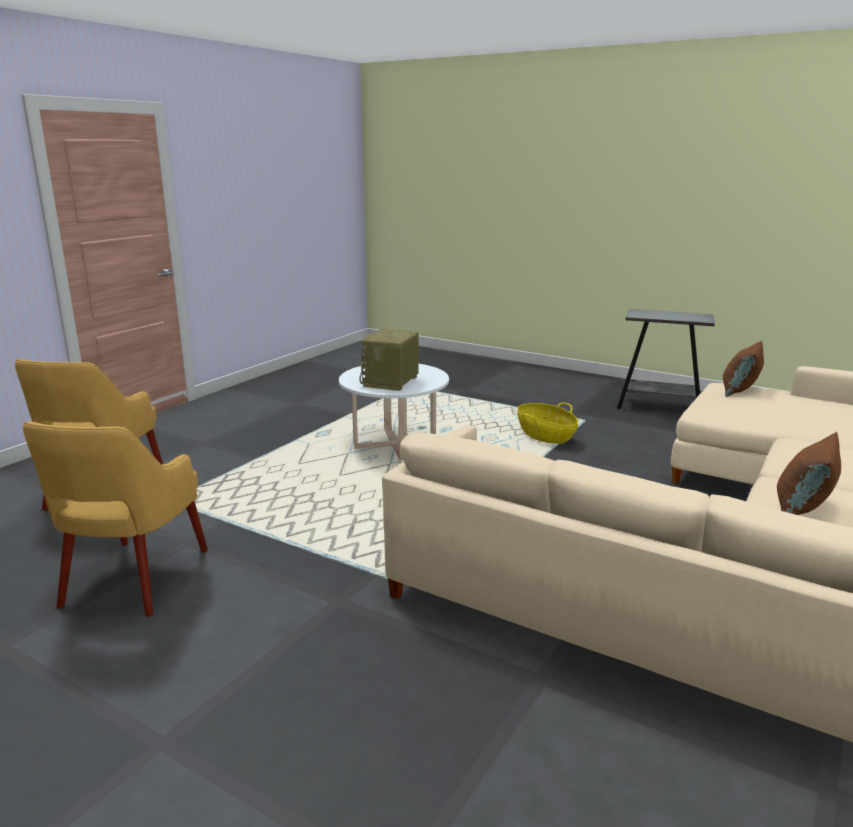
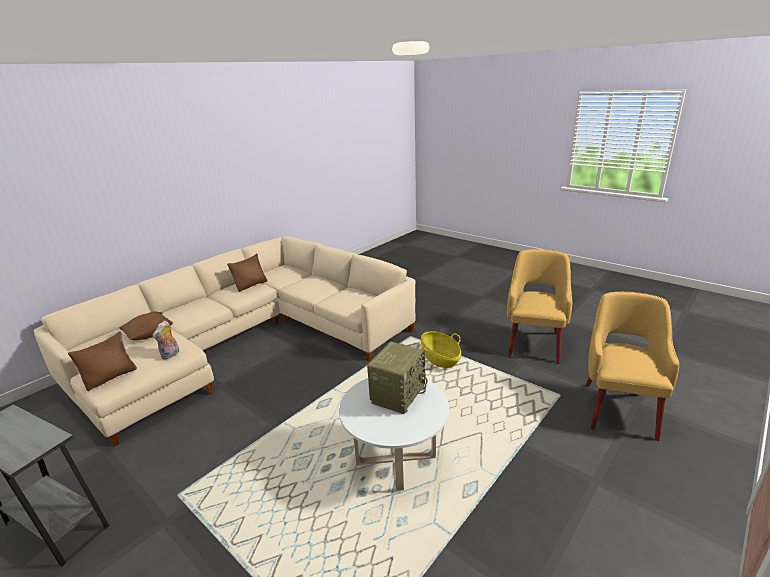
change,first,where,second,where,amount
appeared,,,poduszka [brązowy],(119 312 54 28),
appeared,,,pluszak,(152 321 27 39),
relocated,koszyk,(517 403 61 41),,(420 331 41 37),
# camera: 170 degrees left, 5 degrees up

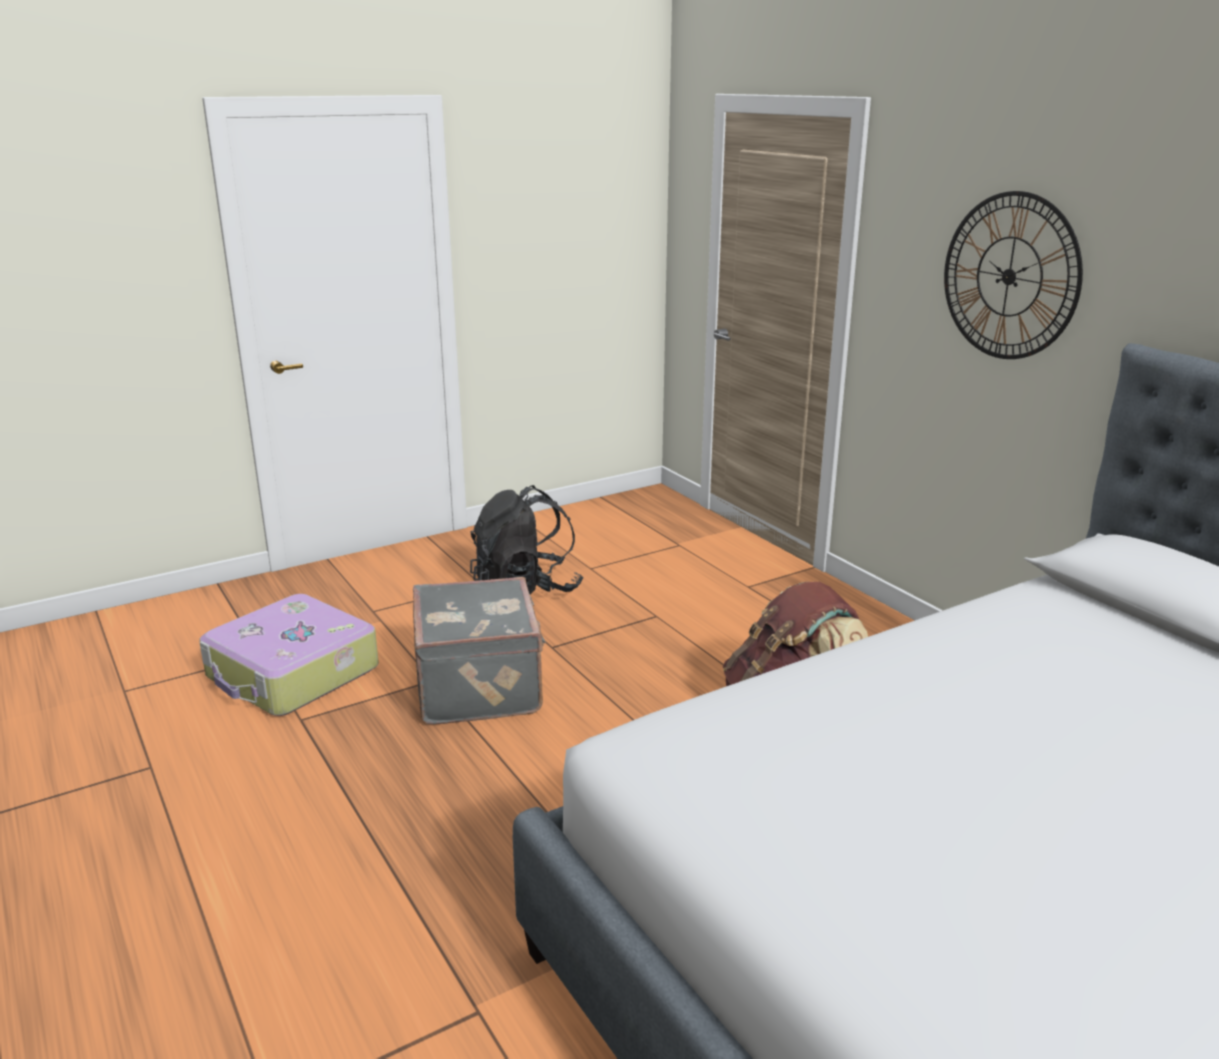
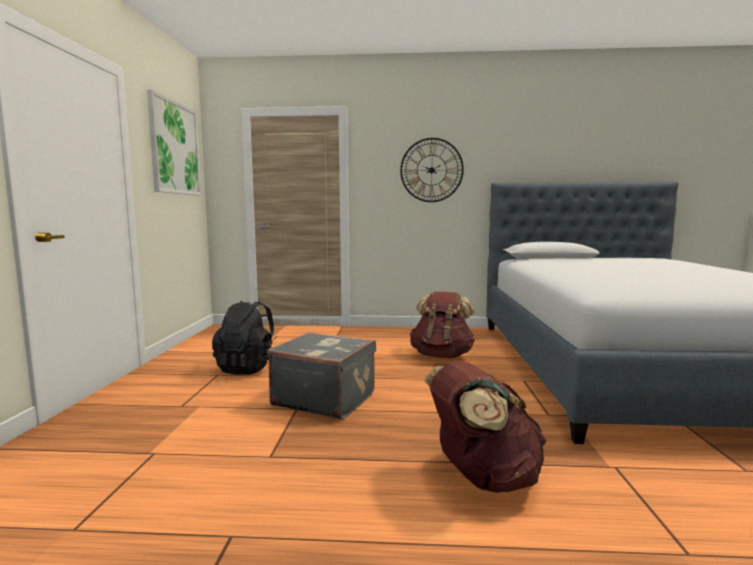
change,first,where,second,where,amount
missing,walizka,(199 594 180 122),,,
appeared,,,obraz,(147 89 55 107),
appeared,,,plecak [brązowy],(424 361 123 132),
# camera: 55 degrees left, 15 degrees down

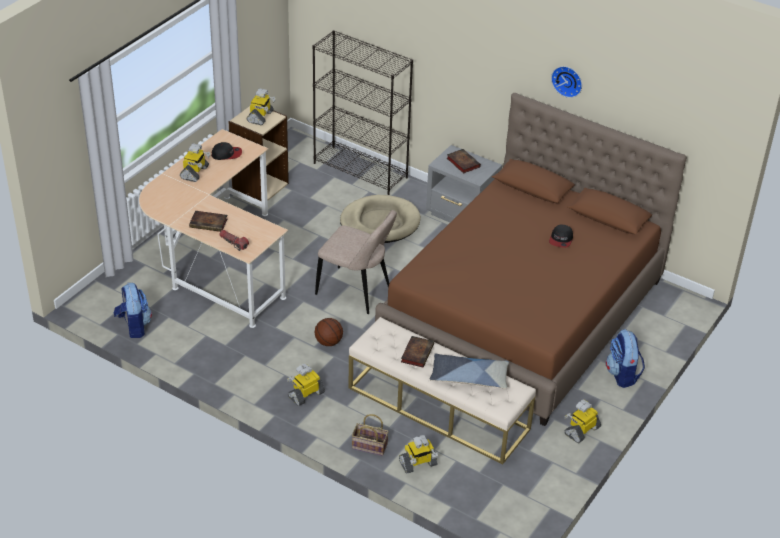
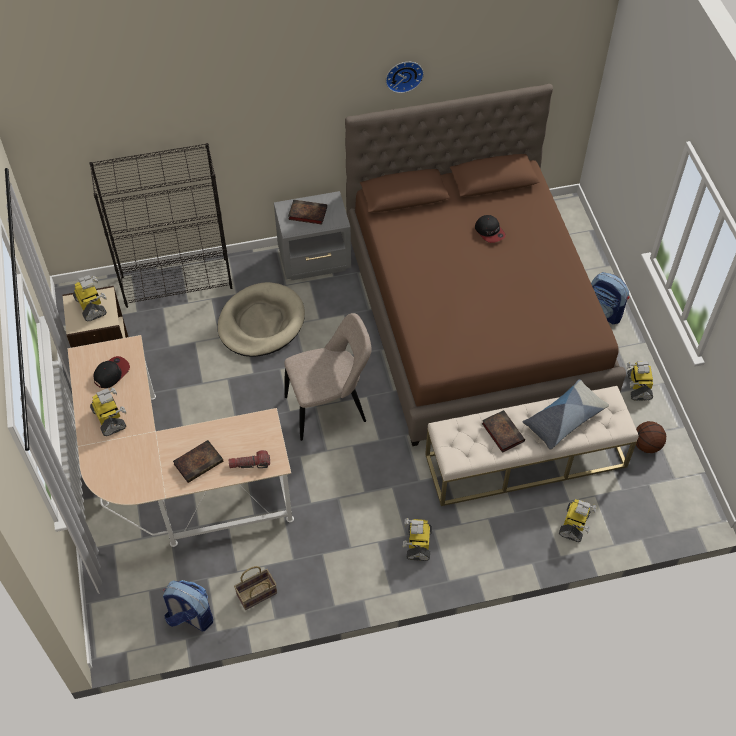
change,first,where,second,where,amount
relocated,piłka do koszykówki,(314 318 29 28),,(636 421 30 32),
relocated,koszyk,(352 414 37 42),,(234 566 43 44),
# camera: 45 degrees left, 15 degrees up

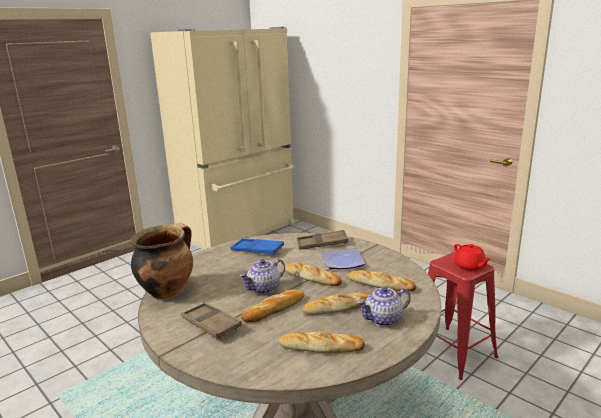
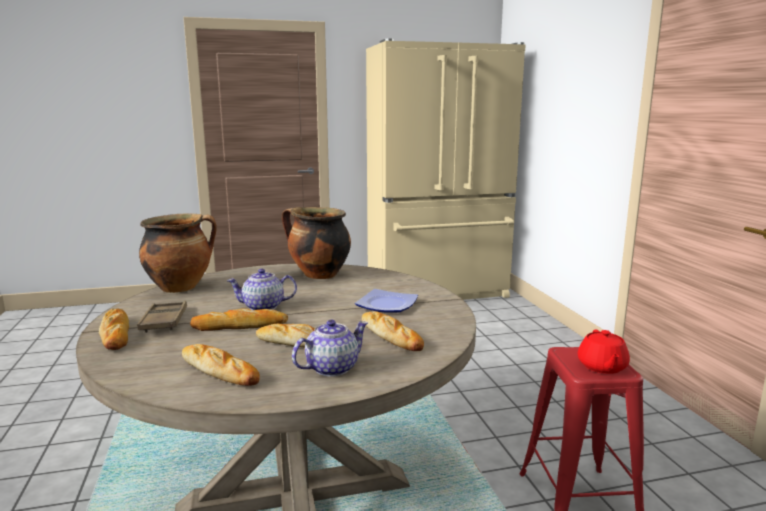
change,first,where,second,where,amount
missing,taca [brązowy],(297 230 51 20),,,
relocated,chleb,(285 263 57 23),,(99 308 30 42),
exchanged,taca [niebieski],(230 238 54 17),garnek,(282 207 69 72),
spun,imbryk,(357 287 54 39),,(292 320 76 57),135 degrees clockwise
# camera: 30 degrees right, 5 degrees down

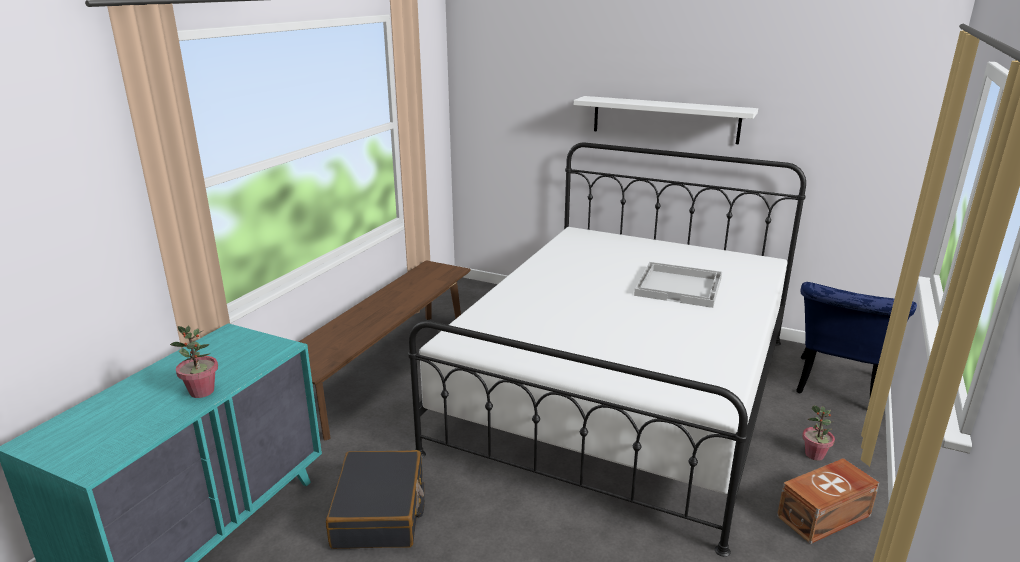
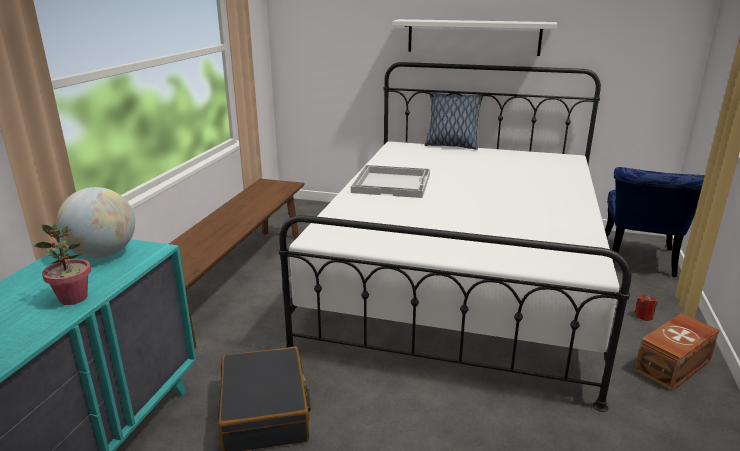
change,first,where,second,where,amount
appeared,,,globus,(56 187 79 71),
appeared,,,poduszka,(425 92 58 58),
relocated,taca [biały],(634 262 88 46),,(351 165 79 33),
exchanged,roślina doniczkowa,(802 405 33 56),świeca [czerwony],(634 294 23 27),
# camera: 10 degrees left, 0 degrees up

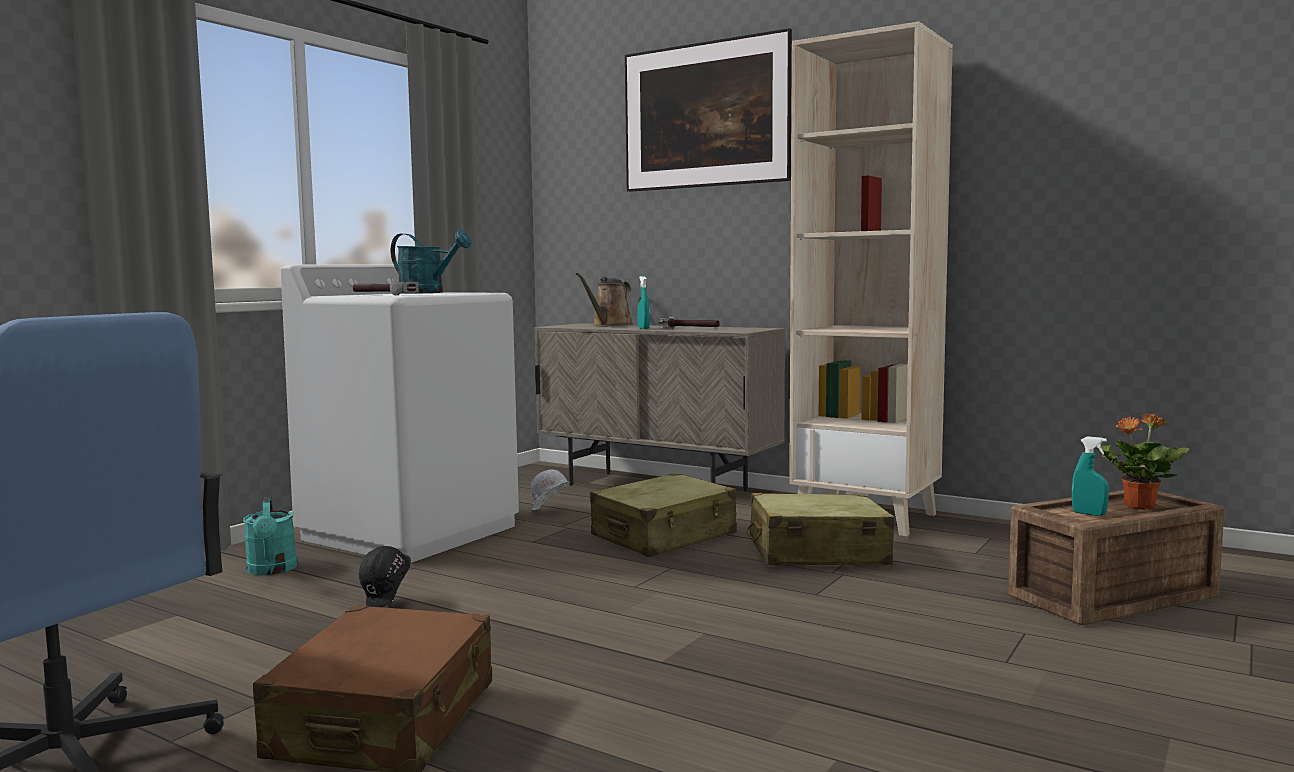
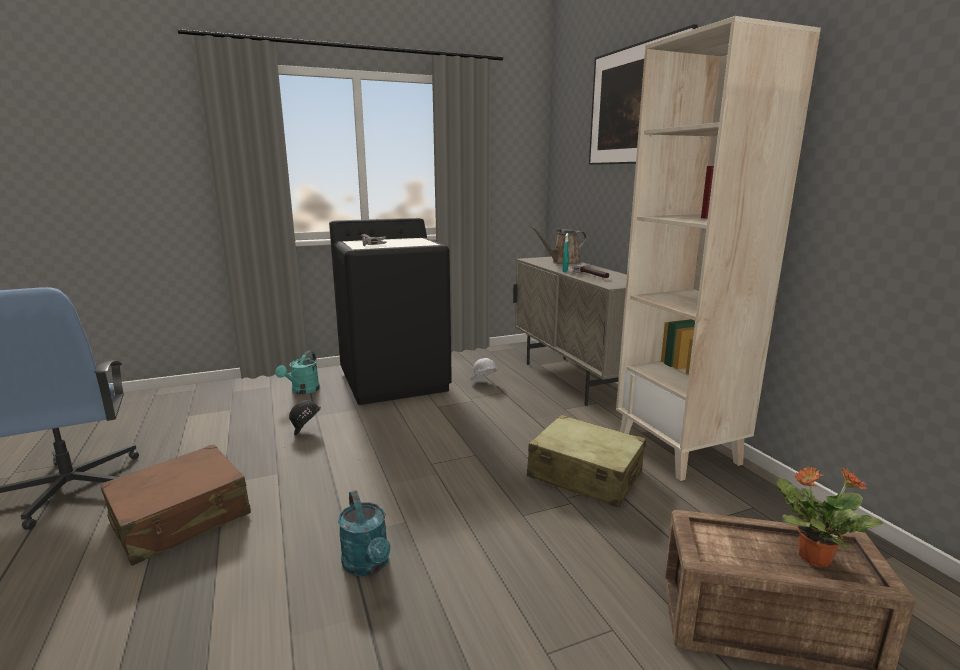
change,first,where,second,where,amount
missing,walizka [beżowy],(590 473 147 84),,,
missing,spryskiwacz [turkusowy],(1072 436 37 80),,,
relocated,konewka [turkusowy],(391 230 80 64),,(338 490 53 86),
colour,pralka [biały],(281 264 238 299),pralka [czarny],(329 218 123 187),
# camera: 35 degrees right, 10 degrees up

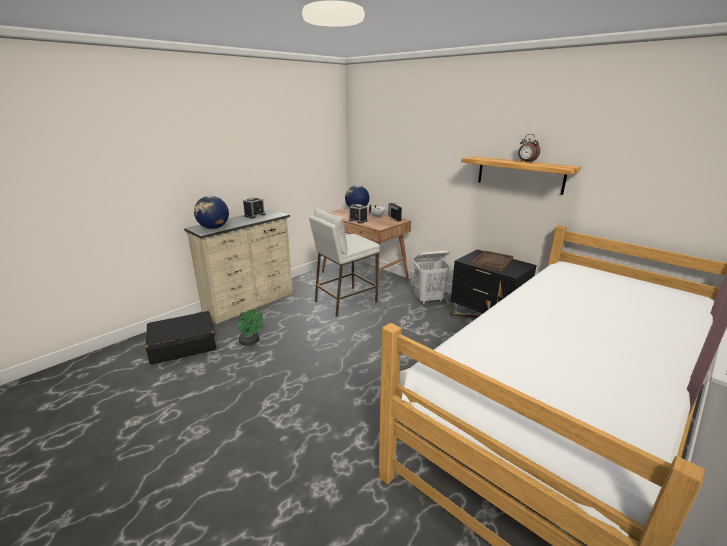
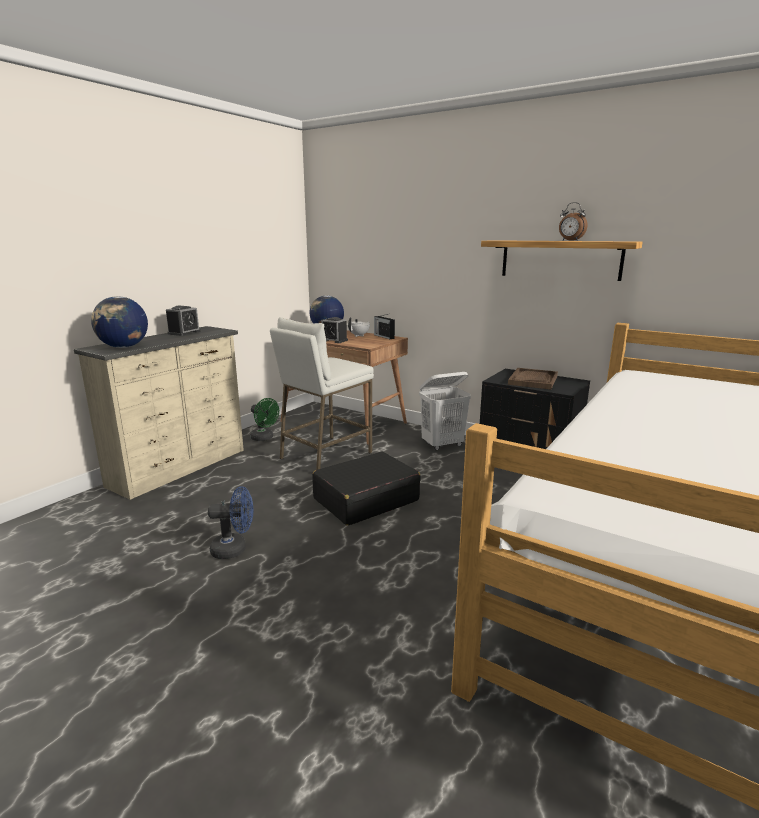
change,first,where,second,where,amount
appeared,,,wentylator [niebieski],(208 486 45 73),
relocated,walizka [czarny],(145 311 71 54),,(312 452 109 74),
relocated,wentylator [zielony],(238 309 26 37),,(250 398 29 43),
# camera: 10 degrees left, 5 degrees down

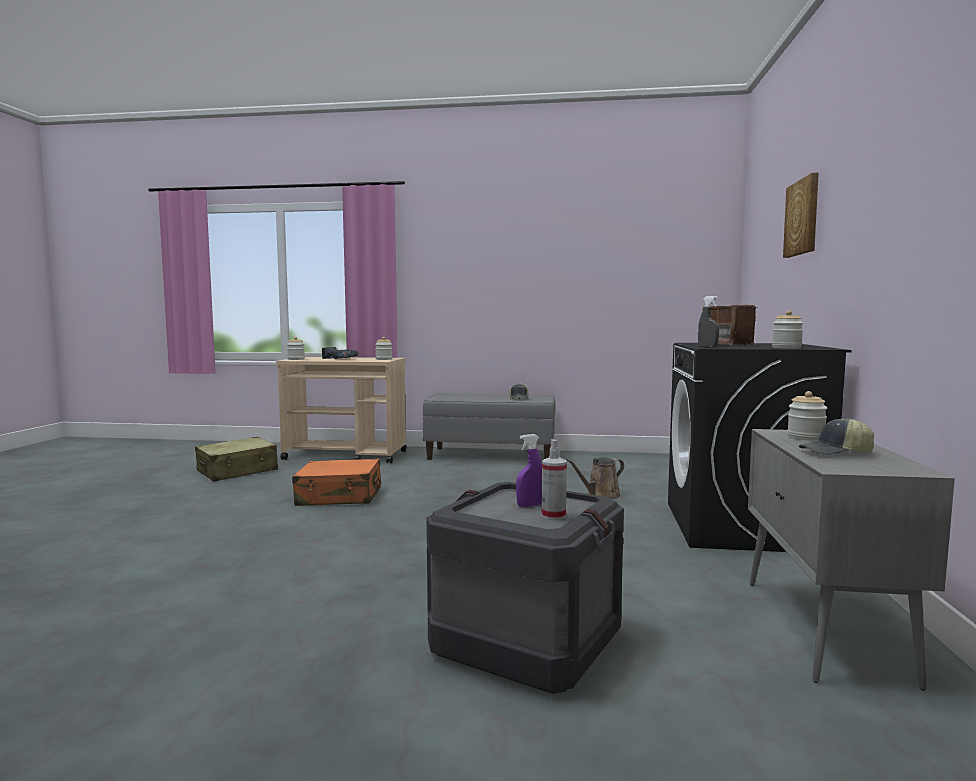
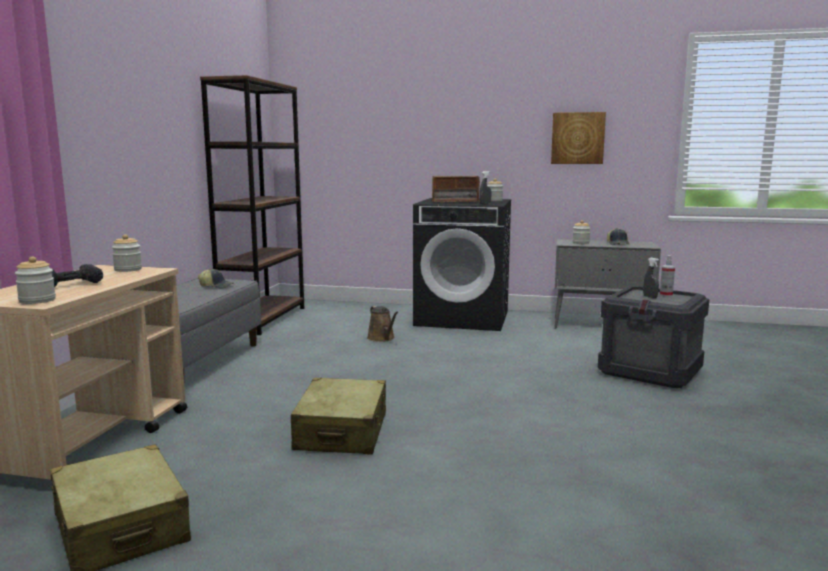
change,first,where,second,where,amount
appeared,,,regał [brązowy],(200 75 104 260),
relocated,obraz,(783 172 36 86),,(551 112 55 52),
colour,walizka [pomarańczowy],(292 459 90 47),walizka [beżowy],(291 378 95 77),
colour,spryskiwacz [fioletowy],(516 434 26 73),spryskiwacz [szary],(643 258 16 40),
# camera: 85 degrees left, 5 degrees up

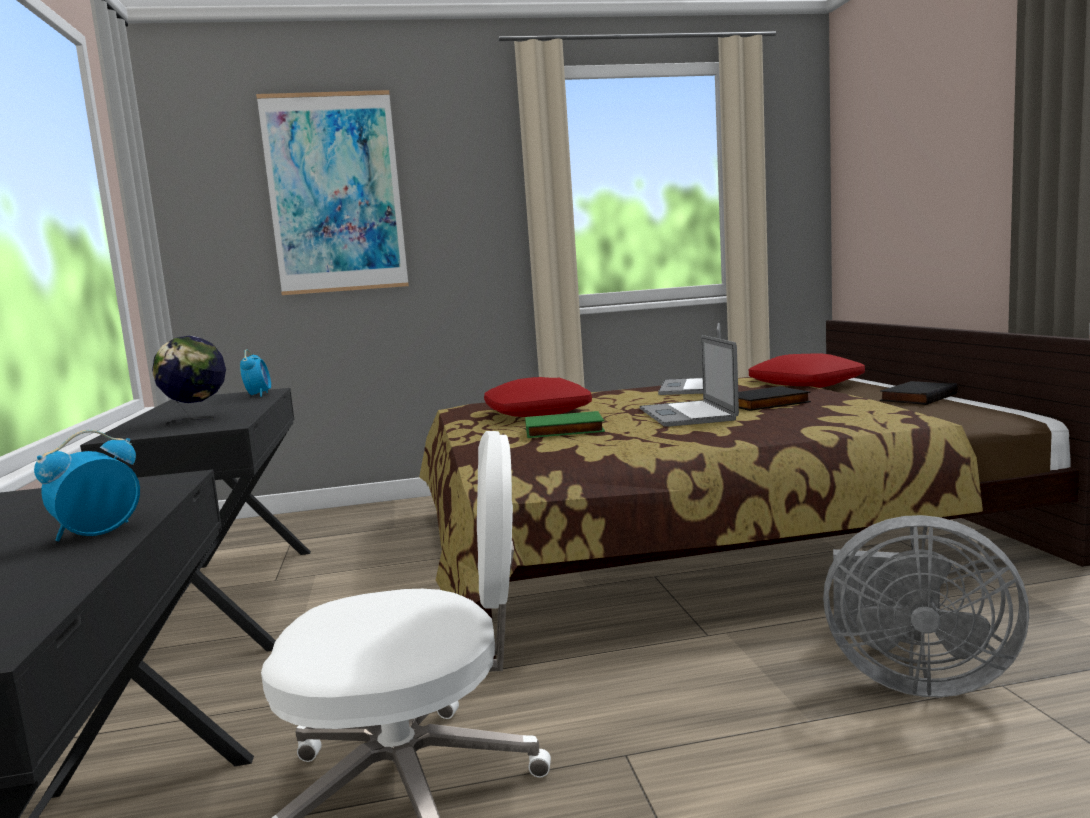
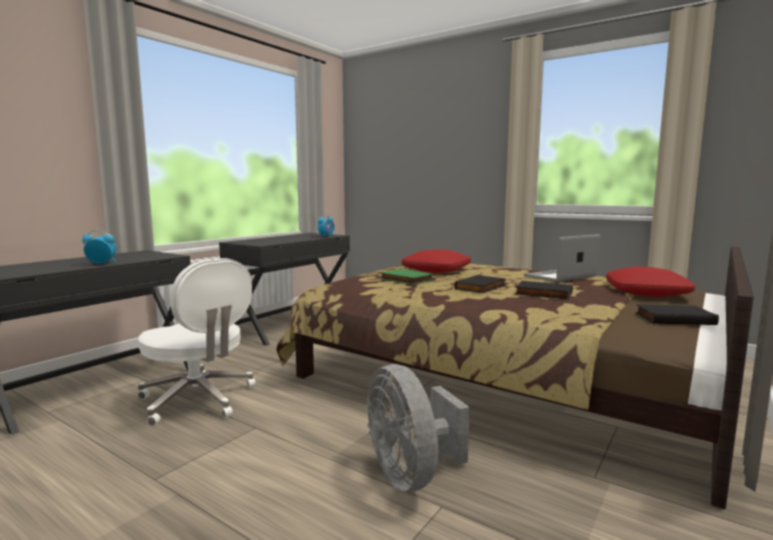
change,first,where,second,where,amount
missing,globus,(152 336 74 88),,,
missing,obraz,(256 90 153 205),,,
exchanged,laptop,(640 335 99 92),książka [czarny],(454 275 52 18),
# camera: 45 degrees right, 0 degrees up

